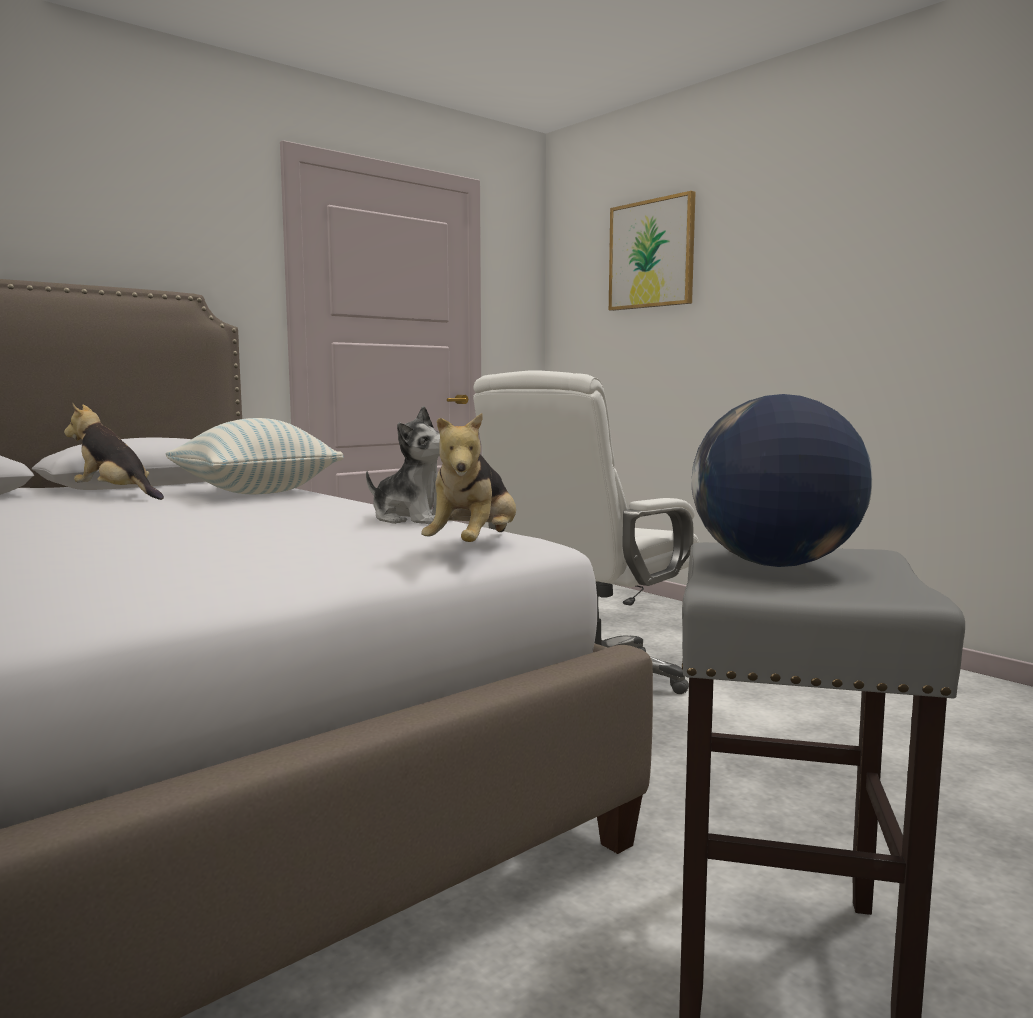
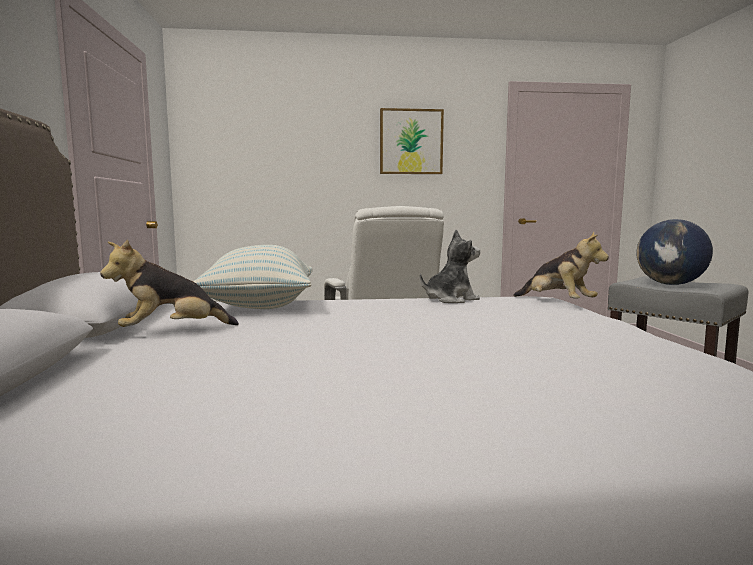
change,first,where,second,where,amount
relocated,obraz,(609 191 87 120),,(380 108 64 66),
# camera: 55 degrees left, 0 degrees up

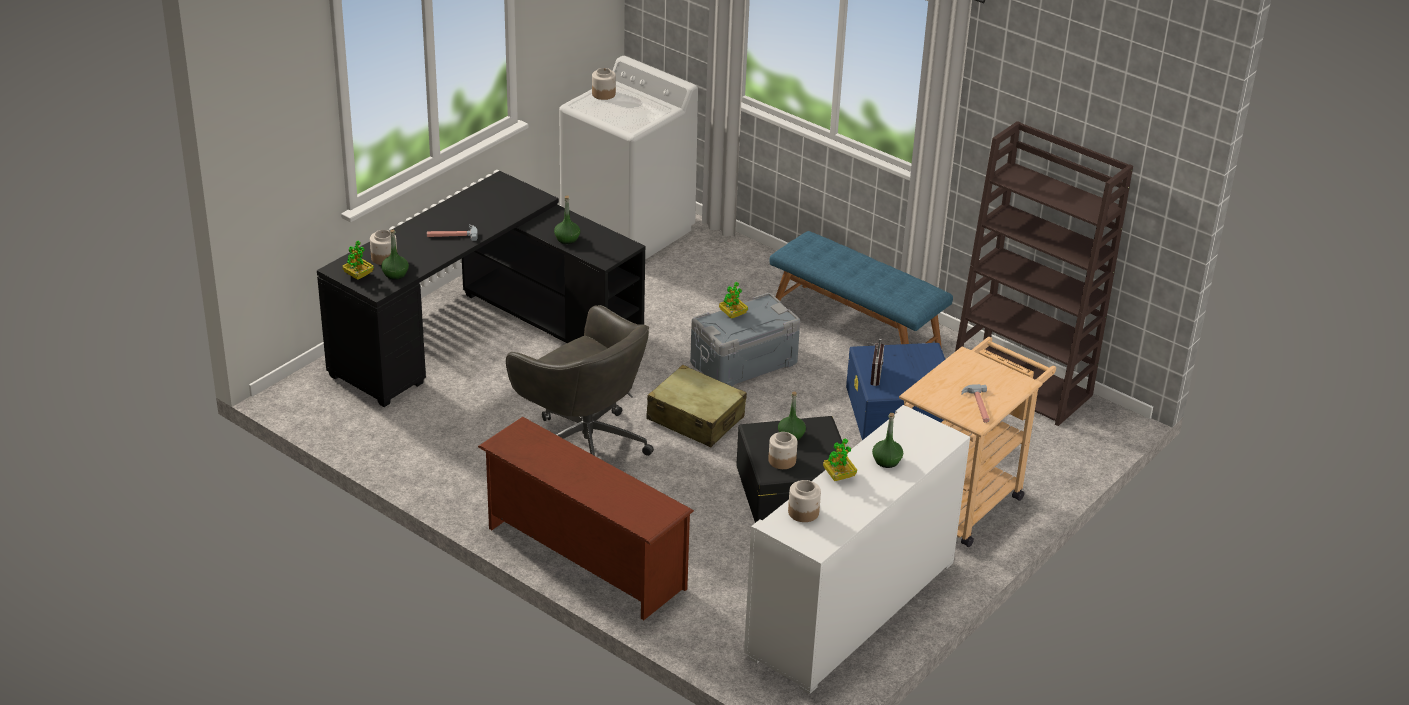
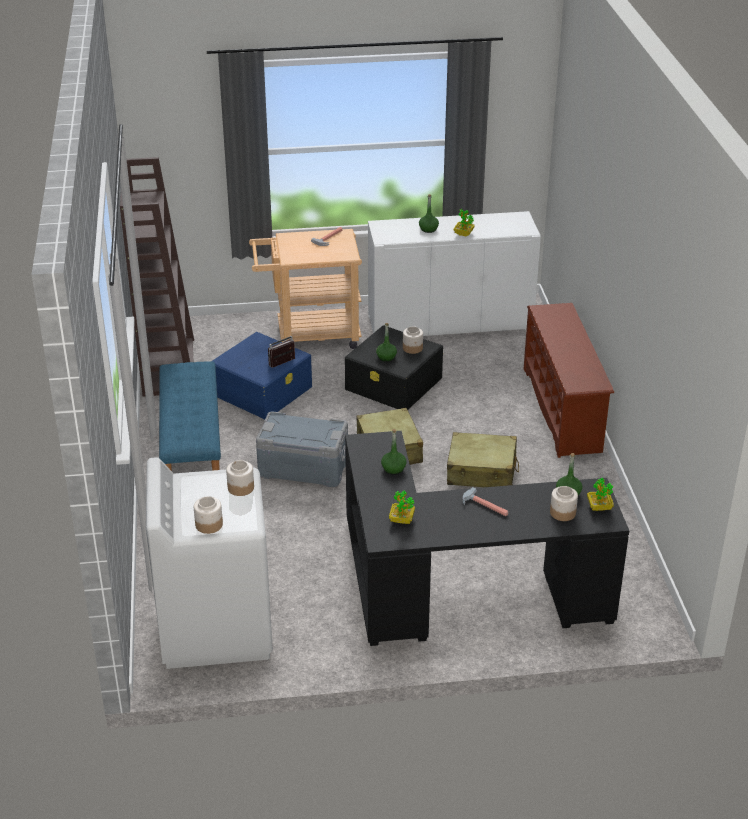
change,first,where,second,where,amount
relocated,roślina doniczkowa,(719 282 29 36),,(389 490 26 34),
relocated,słoik,(788 480 33 42),,(226 460 28 36),
exchanged,krzesło biurowe [szary],(506 305 148 151),walizka [beżowy],(447 432 72 55),
# camera: 135 degrees left, 0 degrees up

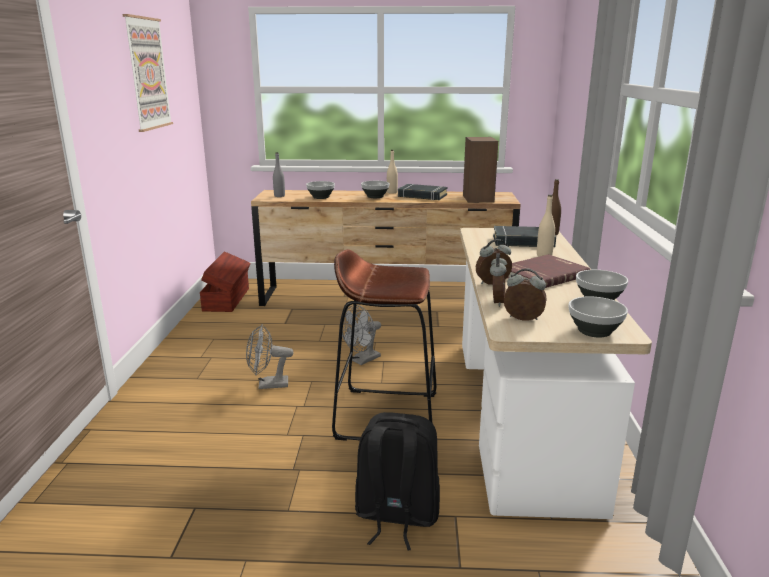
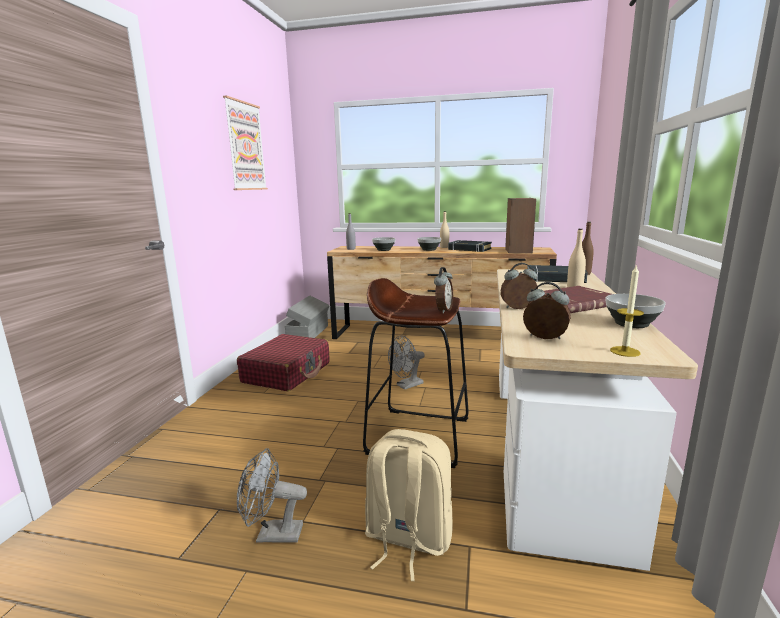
change,first,where,second,where,amount
appeared,,,walizka [czerwony],(237 334 92 57),
relocated,wentylator [szary],(246 324 48 65),,(237 448 70 95),
relocated,budzik,(490 253 17 54),,(434 267 19 47),
exchanged,miska,(569 296 59 42),świeca,(610 264 34 93),
colour,pojemnik do przechowywania [brązowy],(200 252 51 60),pojemnik do przechowywania [szary],(285 295 45 43),
colour,plecak [czarny],(355 412 85 138),plecak [beżowy],(365 429 88 152),
# camera: 10 degrees right, 5 degrees down

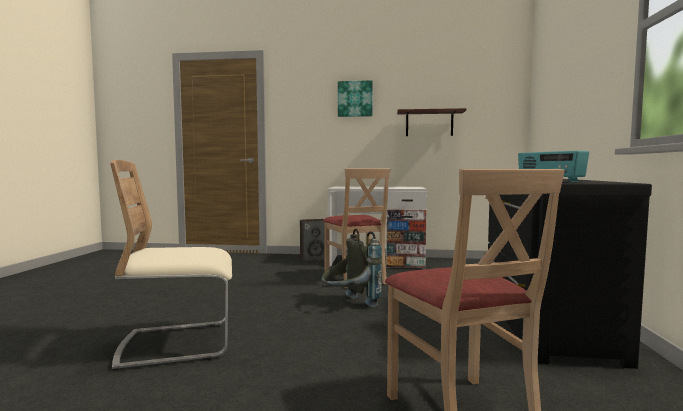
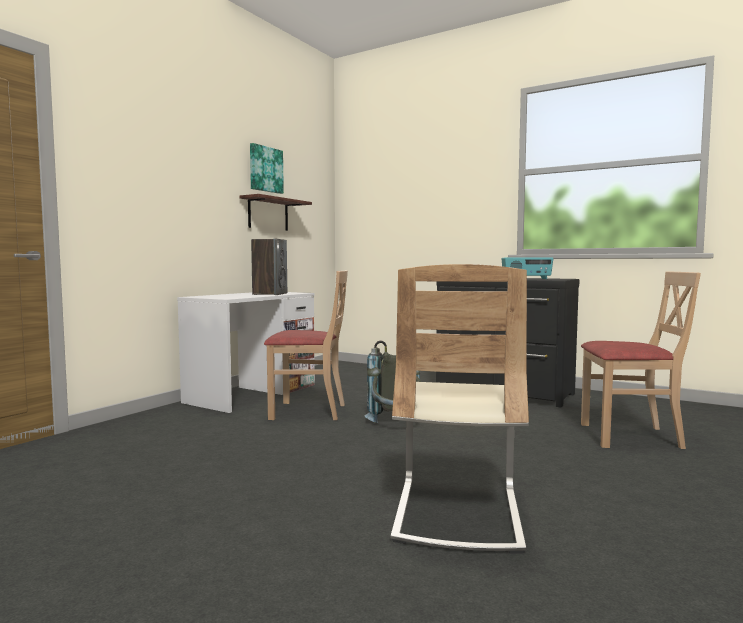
change,first,where,second,where,amount
relocated,głośnik,(300 219 25 43),,(251 238 36 57),
relocated,obraz,(338 80 35 37),,(250 143 34 51),
# camera: 65 degrees left, 0 degrees up

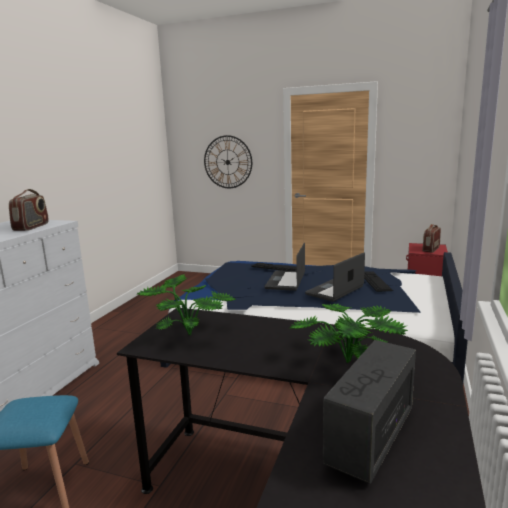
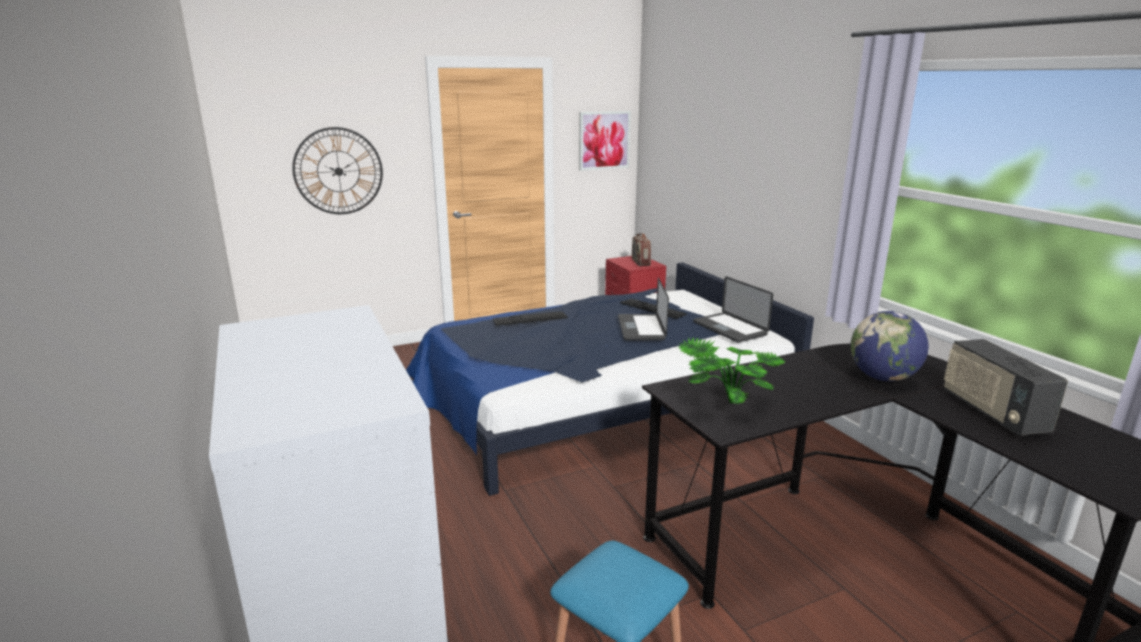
change,first,where,second,where,amount
missing,radio,(9 189 40 42),,,
appeared,,,obraz,(579 111 52 60),
relocated,laptop,(264 243 41 48),,(693 276 80 67),
exchanged,roślina doniczkowa,(289 304 119 59),globus,(851 311 78 70),
# camera: 45 degrees left, 5 degrees up

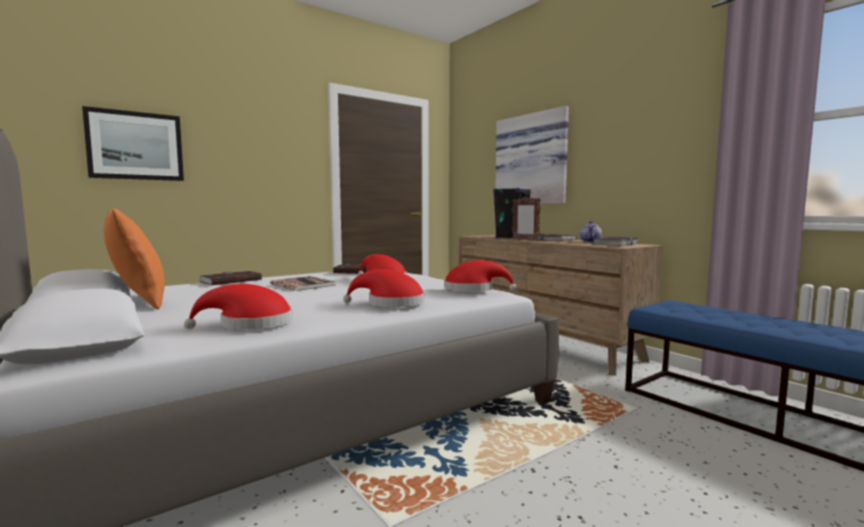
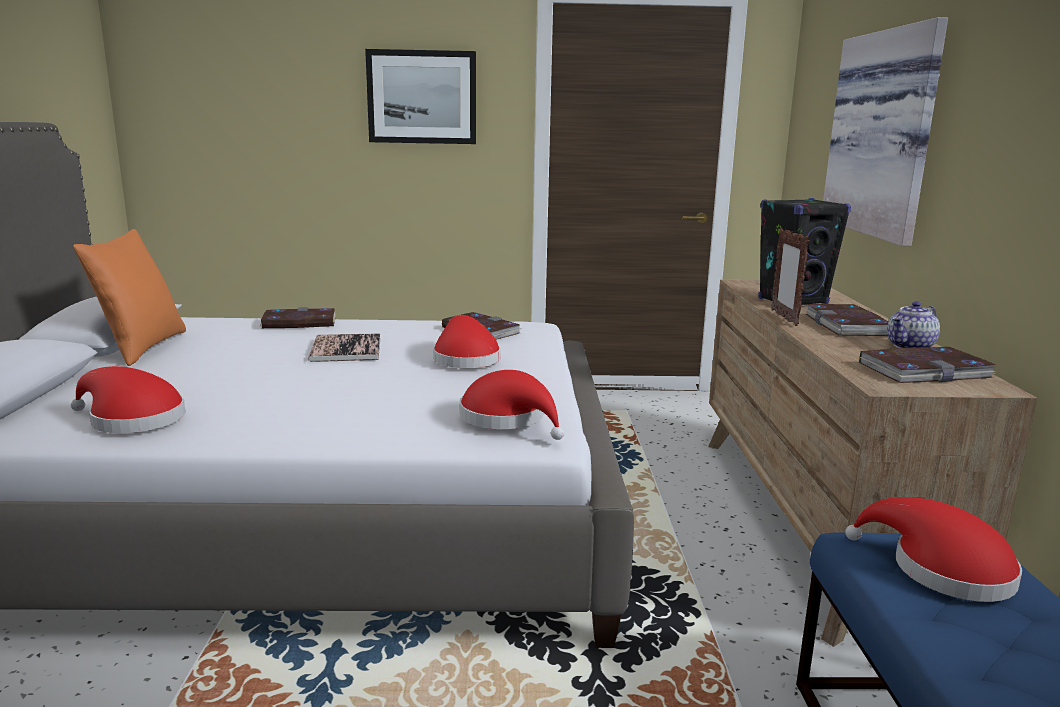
change,first,where,second,where,amount
relocated,obraz,(82 106 102 75),,(365 49 111 95),
relocated,kapelusz [czerwony],(343 269 82 38),,(845 497 177 105),
# camera: 35 degrees right, 10 degrees up

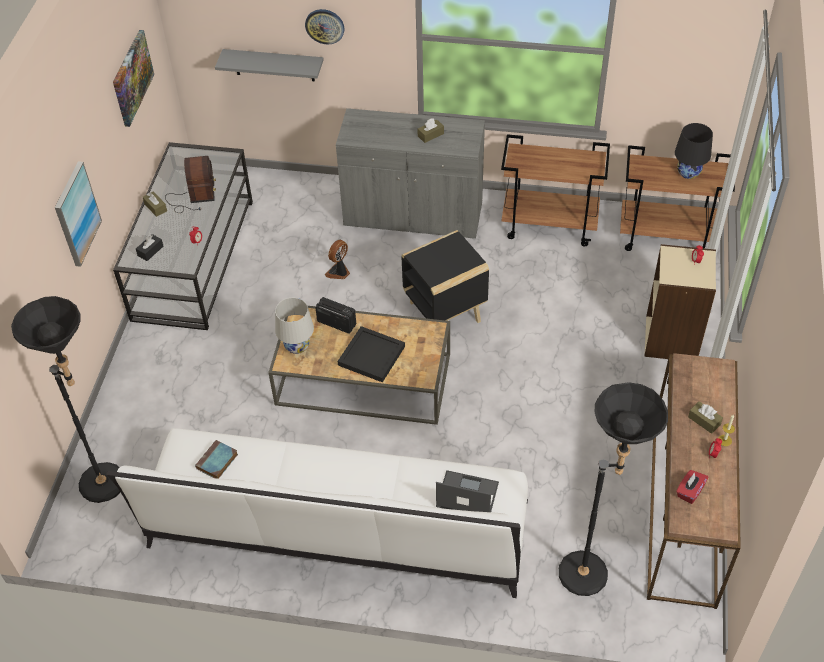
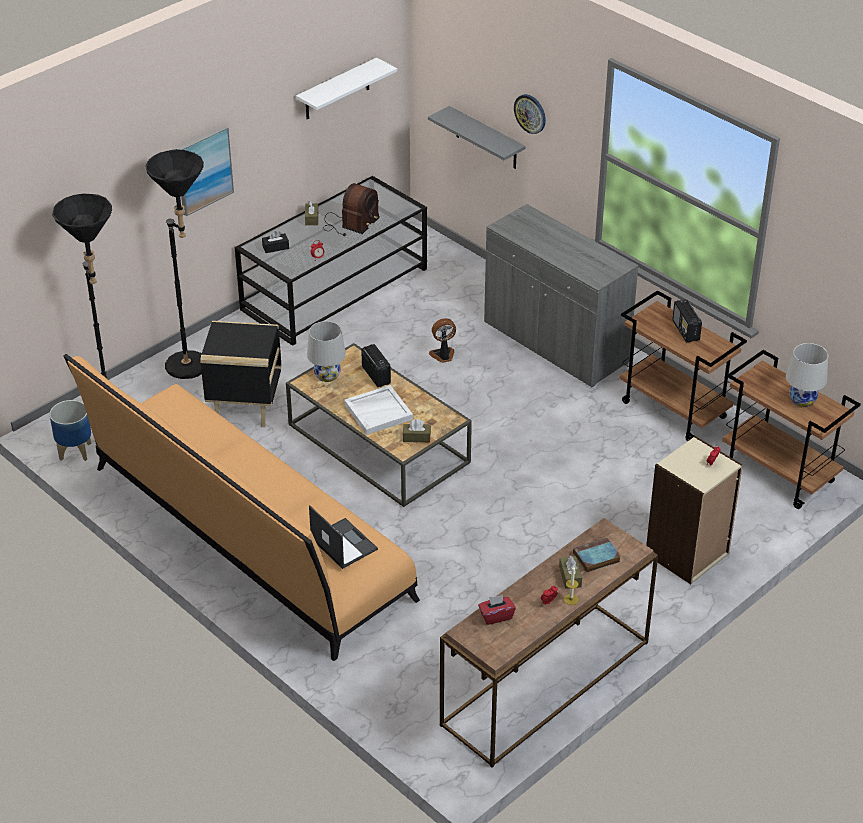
change,first,where,second,where,amount
appeared,,,donica,(49 400 42 61),
appeared,,,radio,(672 299 30 43),
relocated,książka,(195 440 43 39),,(573 538 48 35),
relocated,stolik [czarny],(401 230 88 93),,(201 321 80 106),
relocated,pudełko chusteczek [brązowy],(418 118 26 25),,(403 419 28 23),
relocated,lampa stojąca [czarny],(559 382 109 214),,(145 149 59 230),
exchanged,obraz,(113 30 41 97),półka [biały],(296 58 101 61),
colour,kanapa [biały],(106 428 422 170),kanapa [pomarańczowy],(63 354 357 307),
colour,taca [czarny],(337 326 68 57),taca [biały],(344 385 69 50),
colour,lampa stołowa [czarny],(675 123 38 56),lampa stołowa [biały],(786 343 42 64),
# camera: 35 degrees right, 10 degrees down

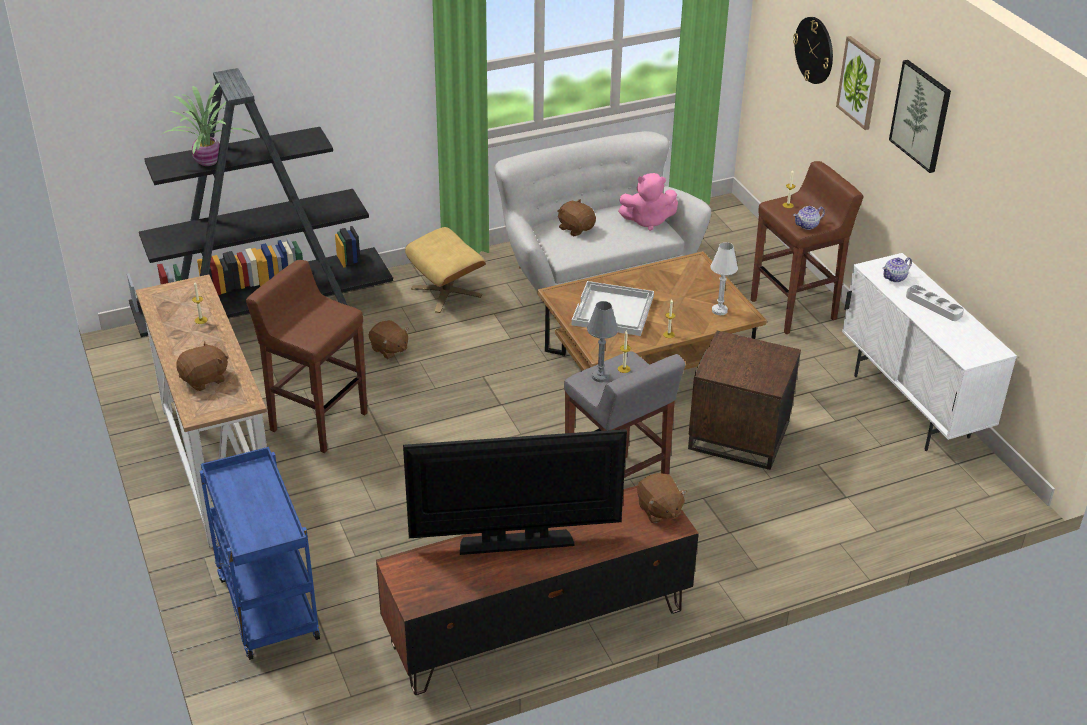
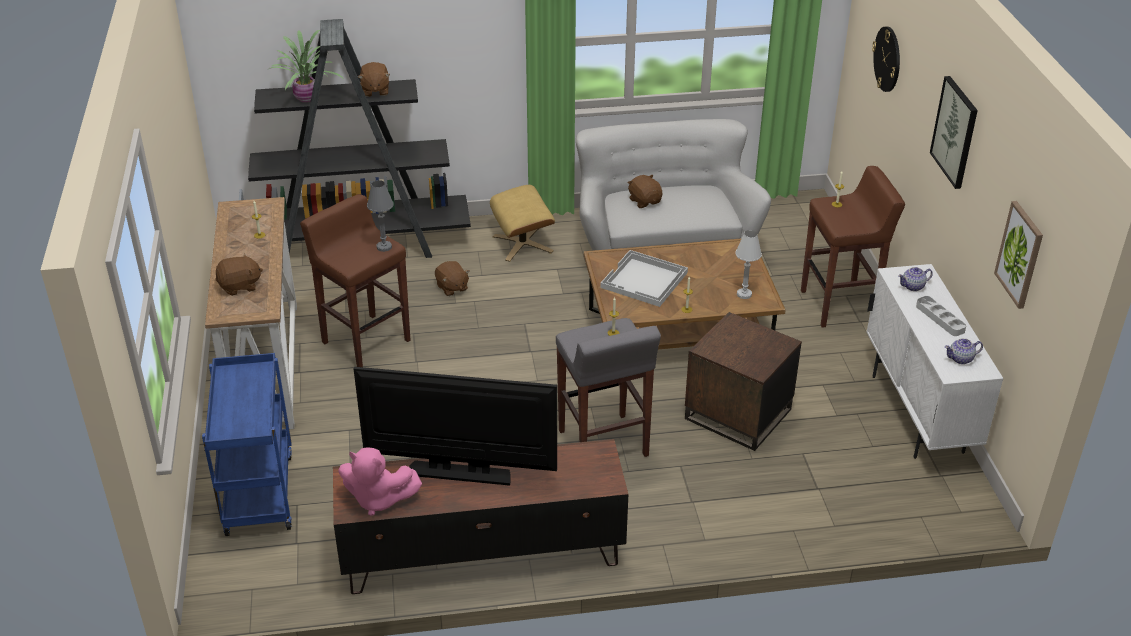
change,first,where,second,where,amount
relocated,lampa stołowa [szary],(587 301 31 81),,(367 180 27 72),
relocated,pluszak [różowy],(618 173 60 58),,(338 447 84 69),
relocated,pluszak [brązowy],(637 473 50 50),,(358 62 32 35),
relocated,imbryk,(793 206 32 24),,(945 338 38 26),
relocated,obraz,(836 36 45 94),,(994 201 49 108),
# camera: 15 degrees right, 0 degrees up

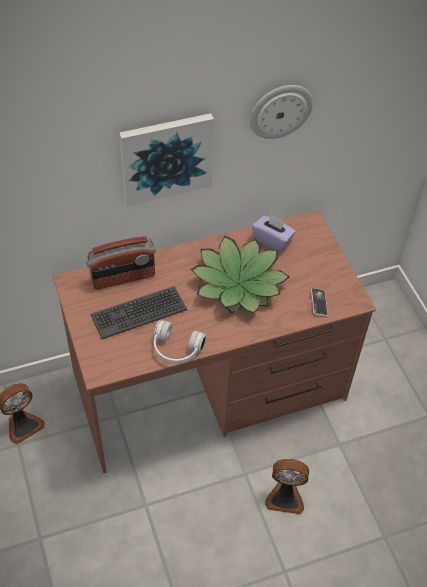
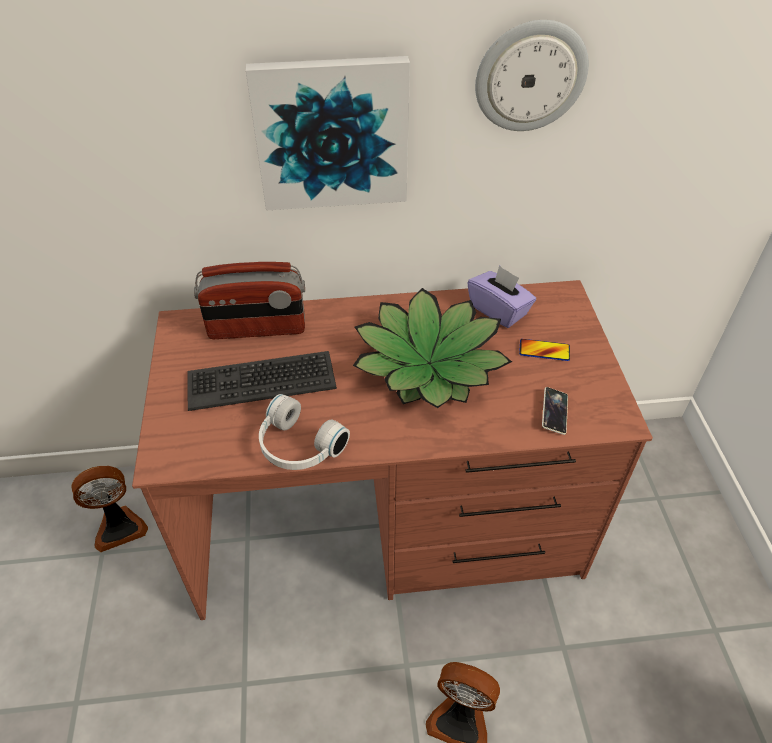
change,first,where,second,where,amount
appeared,,,telefon,(519 339 51 22),
# camera: 15 degrees right, 5 degrees down

